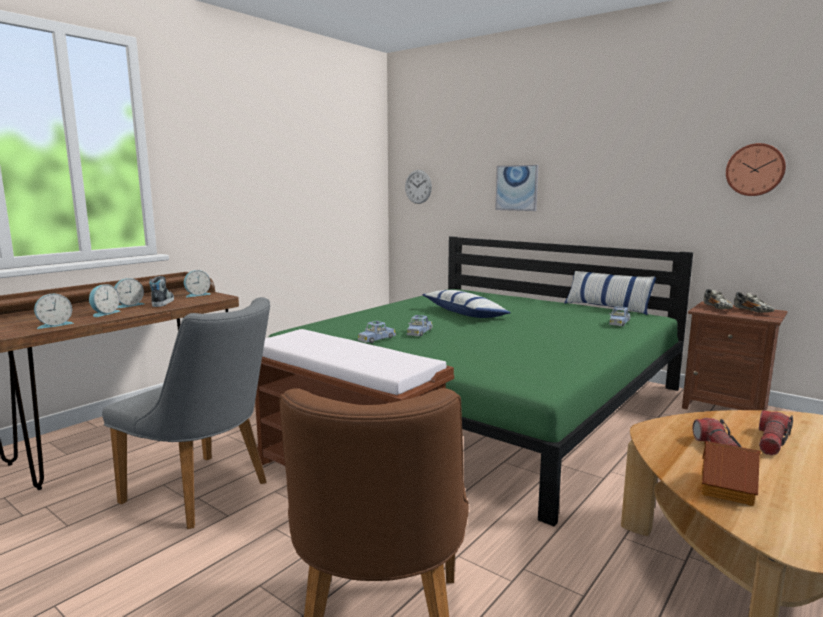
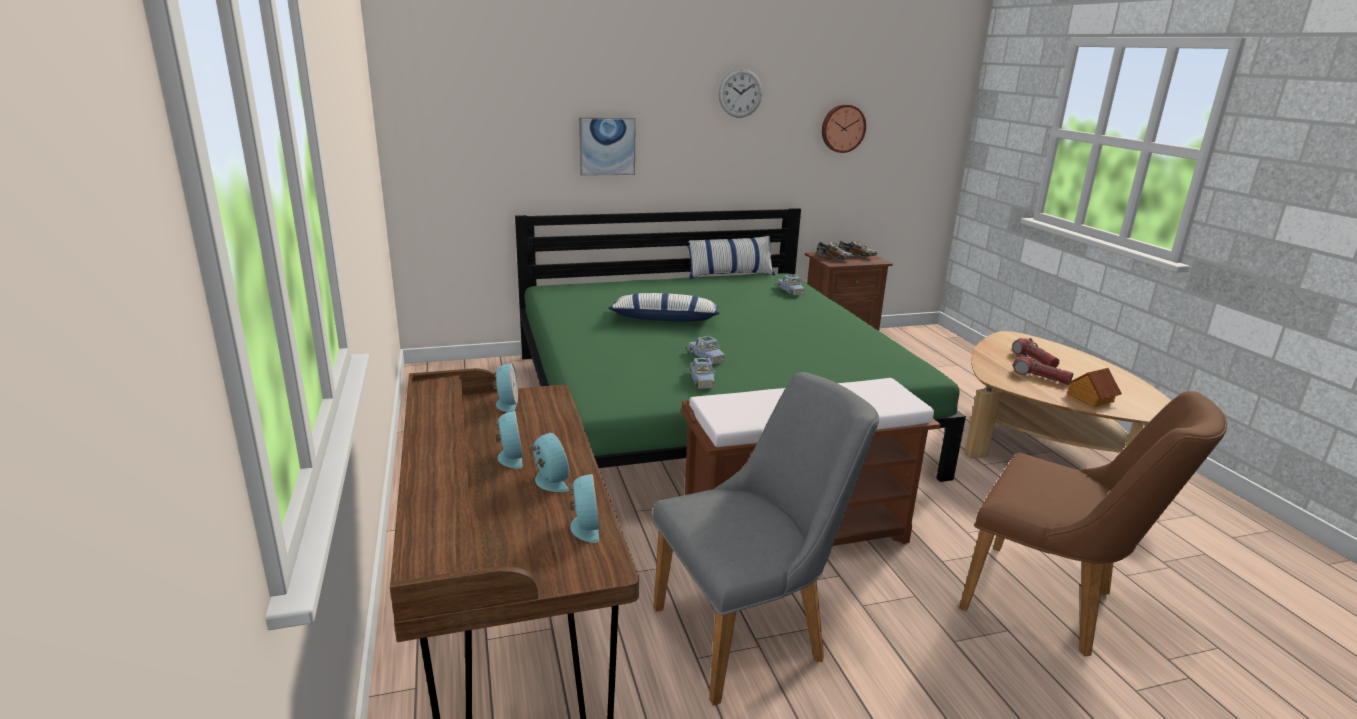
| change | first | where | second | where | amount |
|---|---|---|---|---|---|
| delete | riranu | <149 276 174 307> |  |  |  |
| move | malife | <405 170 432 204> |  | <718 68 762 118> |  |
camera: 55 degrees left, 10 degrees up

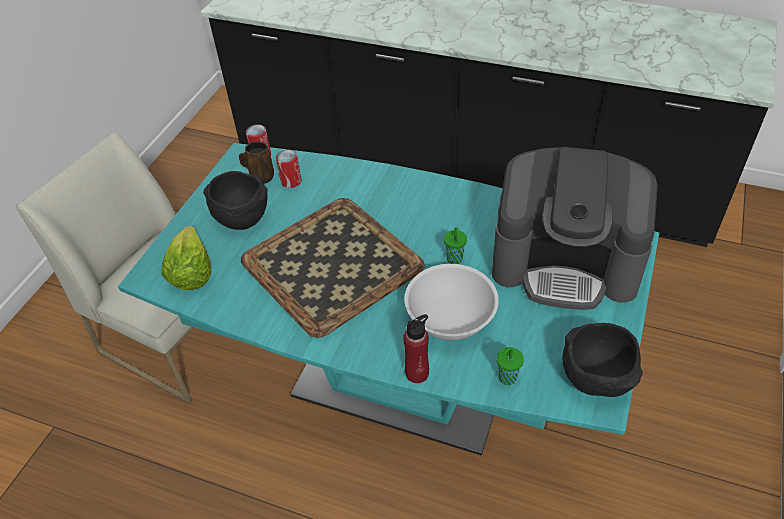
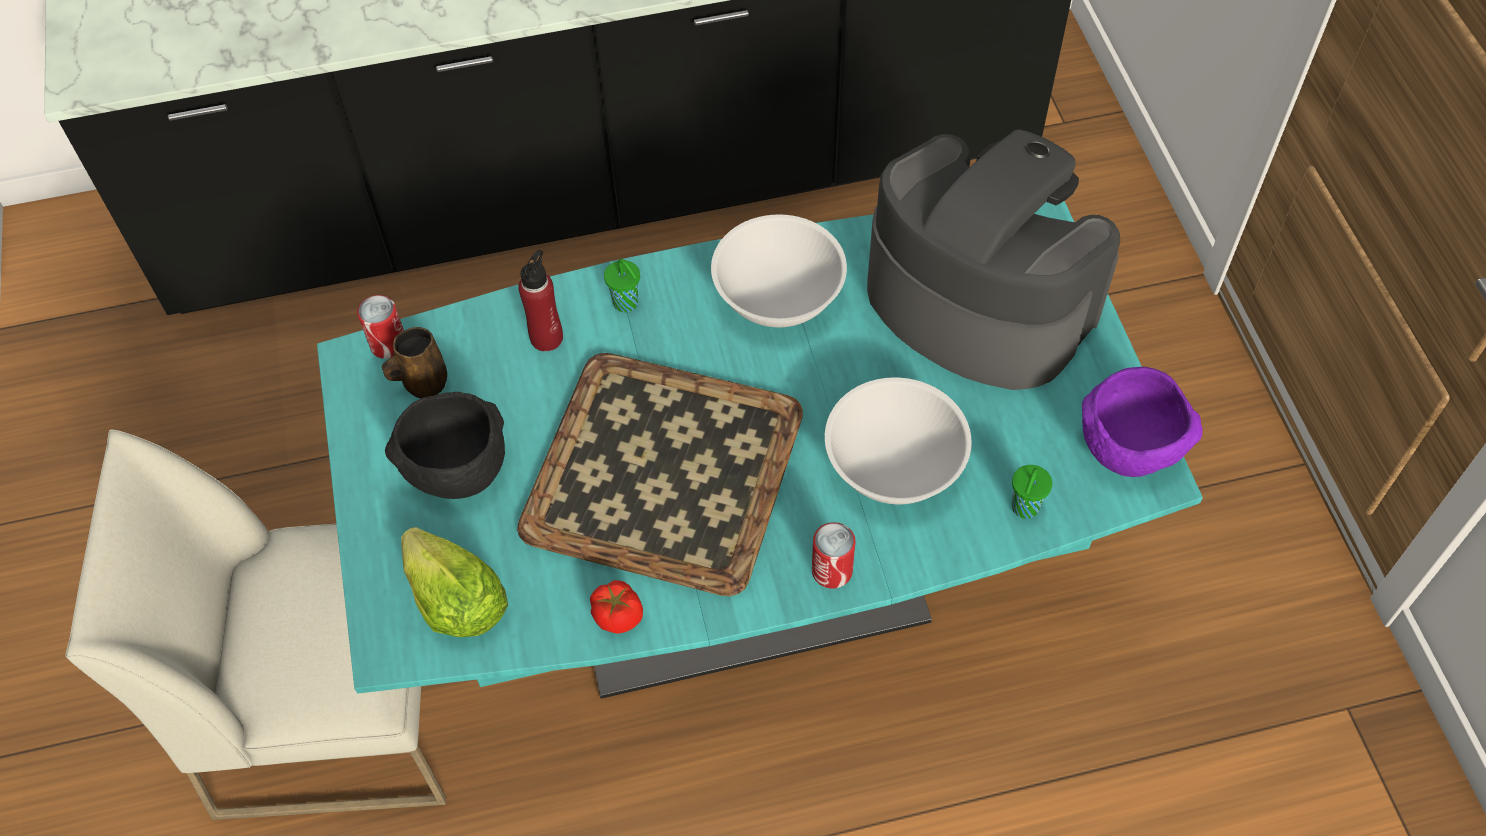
| change | first | where | second | where | amount |
|---|---|---|---|---|---|
| move | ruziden | <276 150 301 188> |  | <812 522 855 588> |  |
| move | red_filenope | <403 314 429 383> |  | <518 250 563 351> |  |
| move | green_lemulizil | <444 227 467 264> |  | <604 259 640 313> |  |
| rotate | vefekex | <492 147 658 310> |  | <867 129 1120 390> | 120 degrees counterclockwise |
| recolor | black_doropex | <562 323 643 397> | purple_doropex | <1082 367 1203 477> |  |
| insert |  |  | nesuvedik | <590 580 643 634> |  |
| insert |  |  | white_doropex | <711 214 847 328> |  |
camera: 35 degrees left, 10 degrees up

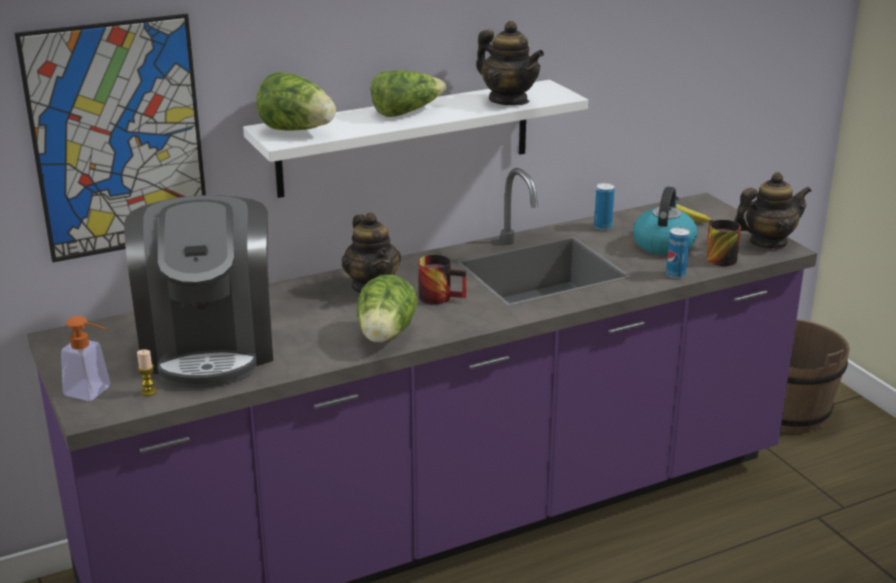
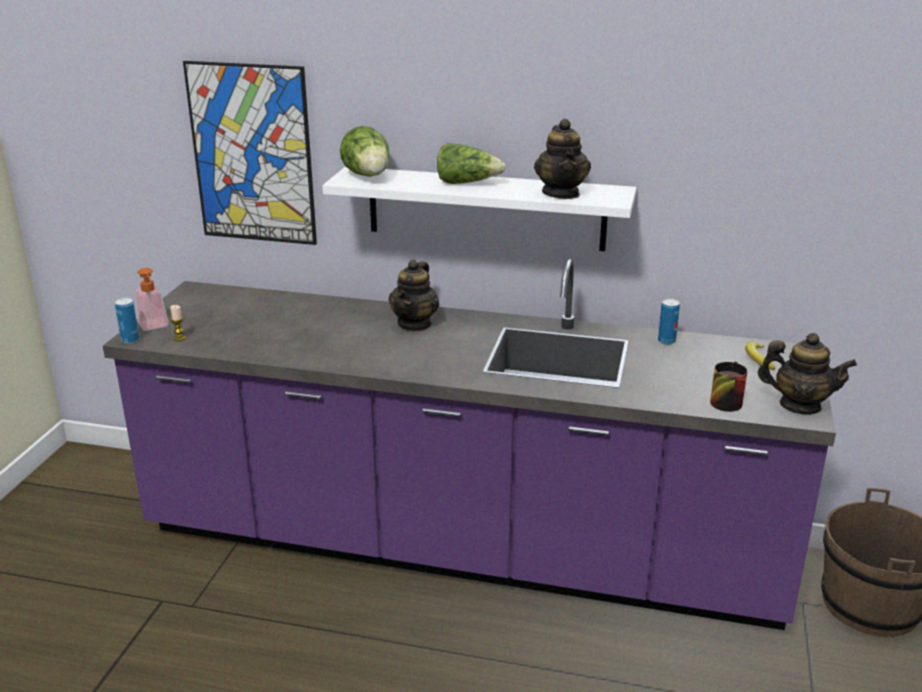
| change | first | where | second | where | amount |
|---|---|---|---|---|---|
| delete | vefekex | <124 195 273 388> |  |  |  |
| delete | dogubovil | <357 275 418 343> |  |  |  |
| delete | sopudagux | <418 255 467 305> |  |  |  |
| delete | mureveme | <633 186 697 255> |  |  |  |
| move | ruziden | <666 227 690 278> |  | <115 298 139 344> |  |
camera: 40 degrees right, 0 degrees up

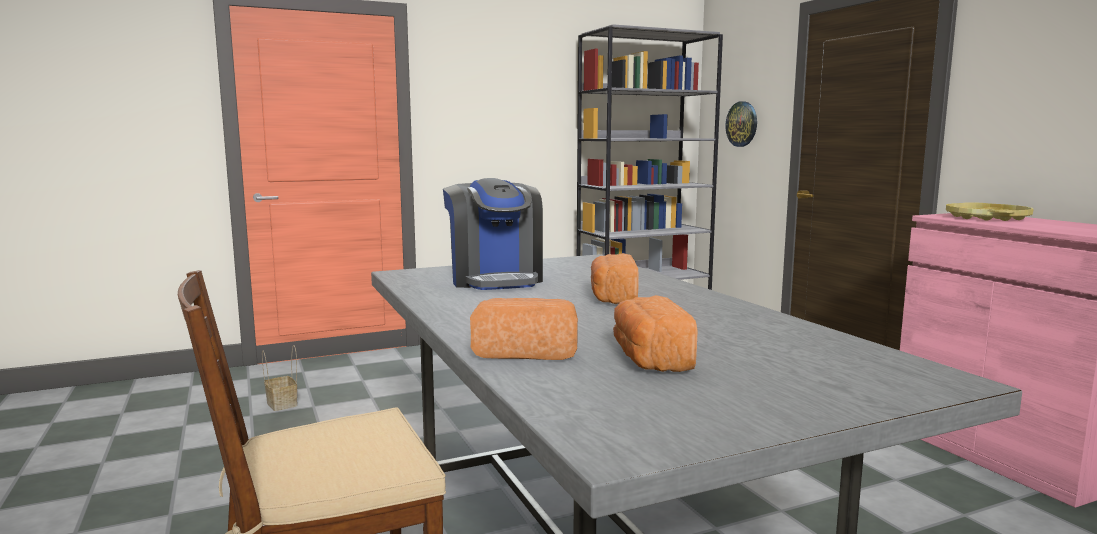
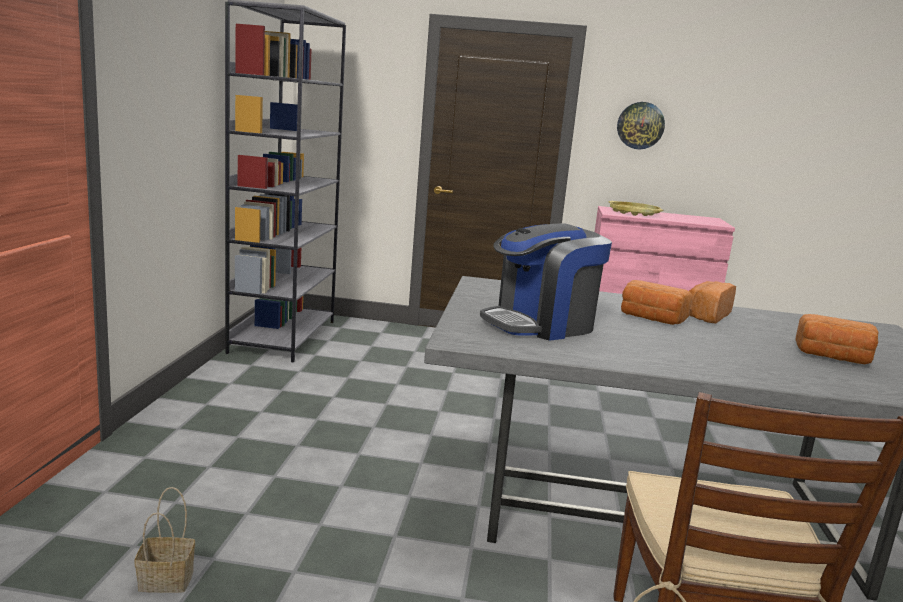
| change | first | where | second | where | amount |
|---|---|---|---|---|---|
| rotate | vefekex | <443 178 543 290> |  | <480 223 612 341> | 135 degrees clockwise |
| move | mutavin | <470 298 578 360> |  | <689 281 736 323> |  |
| move | malife | <725 101 757 147> |  | <617 102 665 149> |  |
camera: 60 degrees left, 5 degrees up

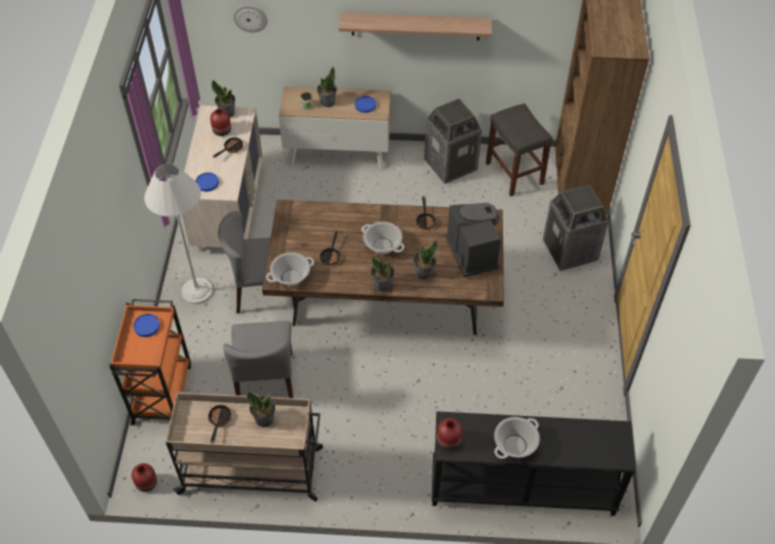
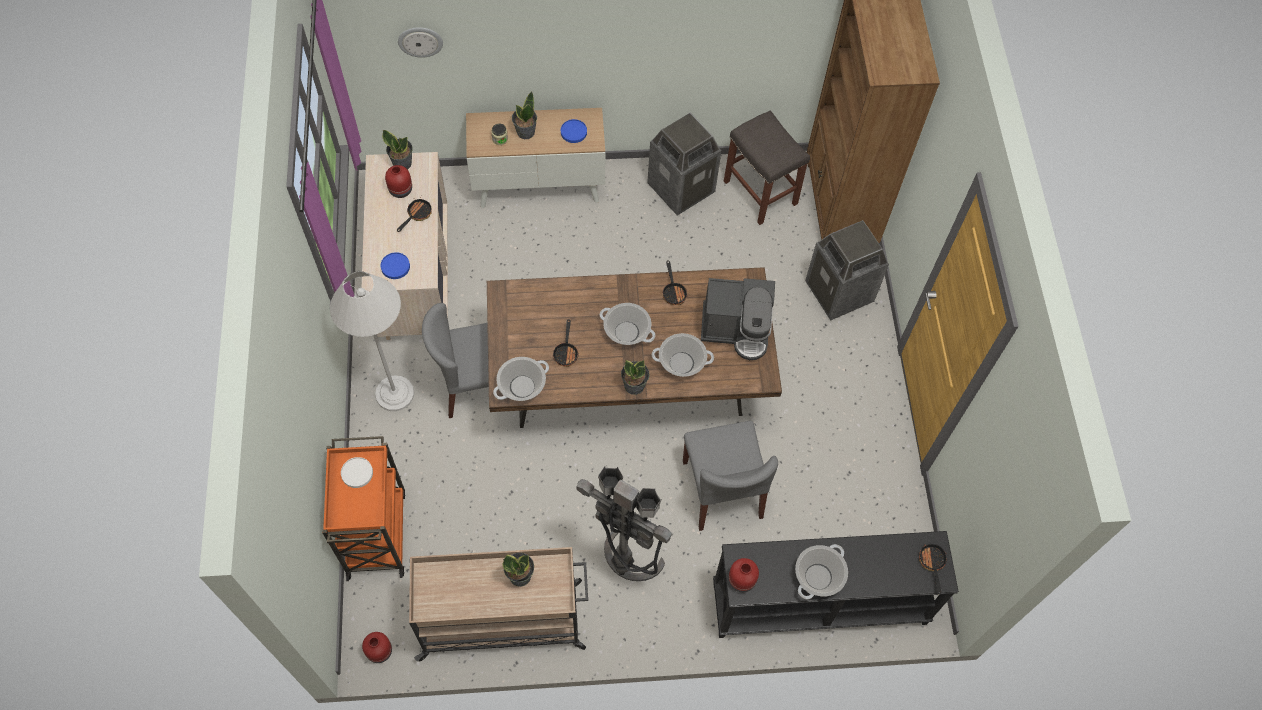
| change | first | where | second | where | amount |
|---|---|---|---|---|---|
| recolor | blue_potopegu | <133 314 160 337> | white_potopegu | <341 457 373 488> |  |
| move | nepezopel | <208 404 232 443> |  | <919 544 947 595> |  |
| move | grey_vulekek | <223 321 293 398> |  | <683 421 778 531> |  |
| delete | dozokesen | <339 12 492 40> |  |  |  |
| replace | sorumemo | <413 240 437 279> | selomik | <652 333 714 377> |  |
| rotate | vefekex | <445 203 501 277> |  | <701 278 775 360> | 120 degrees clockwise |
| insert |  |  | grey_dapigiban | <577 466 672 581> |  |
camera: 10 degrees left, 10 degrees up

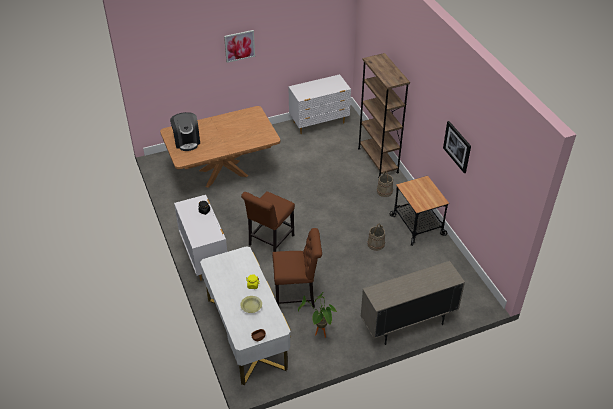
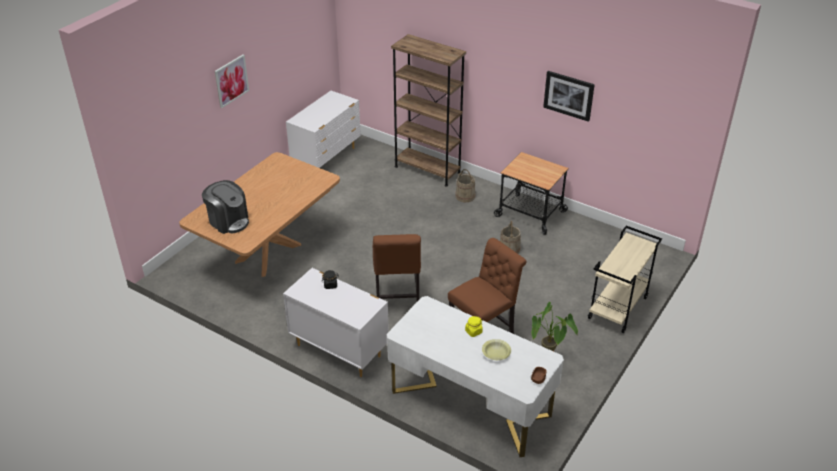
| change | first | where | second | where | amount |
|---|---|---|---|---|---|
| replace | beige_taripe | <361 261 465 345> | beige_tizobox | <588 226 662 333> |  |
camera: 35 degrees left, 5 degrees down

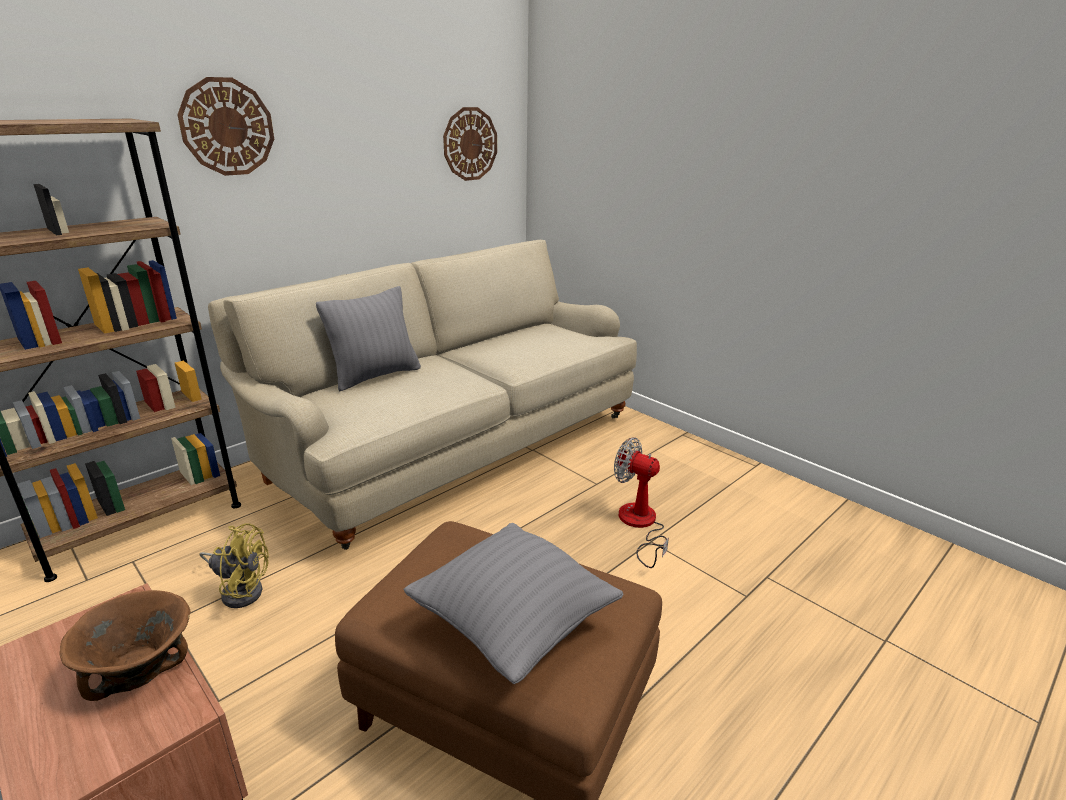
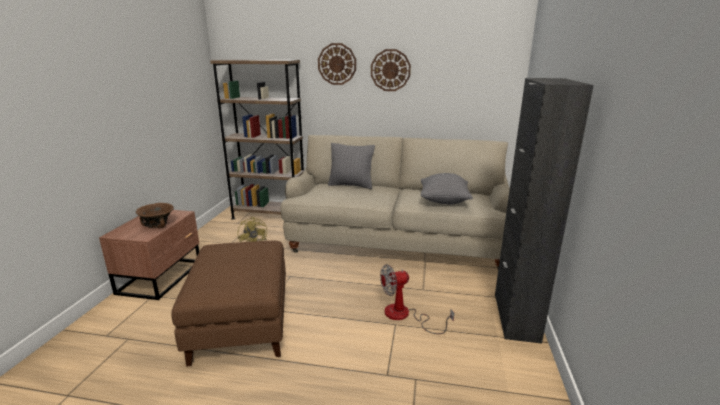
| change | first | where | second | where | amount |
|---|---|---|---|---|---|
| move | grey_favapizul | <403 523 624 684> |  | <420 173 473 205> |  |
| move | malife | <443 107 497 181> |  | <371 49 411 91> |  |
| rotate | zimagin | <614 437 669 568> |  | <380 264 454 334> | 105 degrees counterclockwise |
| insert |  |  | black_taripe | <495 78 594 344> |  |
camera: 55 degrees right, 5 degrees down

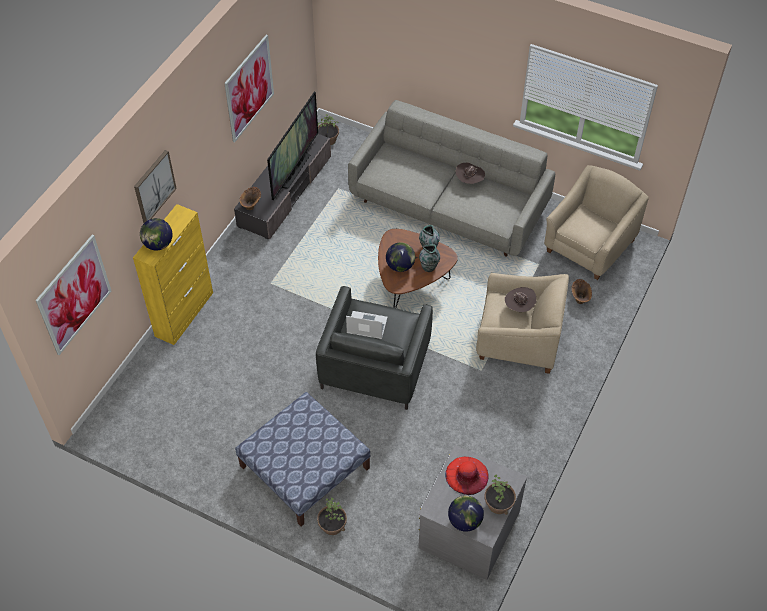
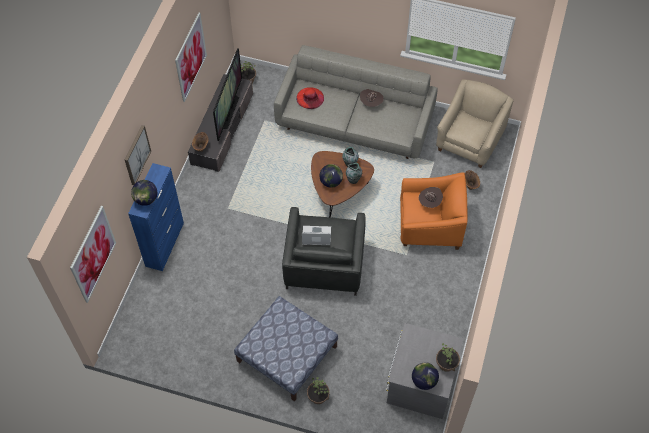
| change | first | where | second | where | amount |
|---|---|---|---|---|---|
| recolor | yellow_taripe | <133 204 213 345> | blue_taripe | <128 163 184 271> |  |
| move | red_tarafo | <445 457 489 495> |  | <296 87 324 109> |  |
| recolor | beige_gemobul | <476 273 569 374> | orange_gemobul | <400 172 467 250> |  |
camera: 10 degrees left, 5 degrees up

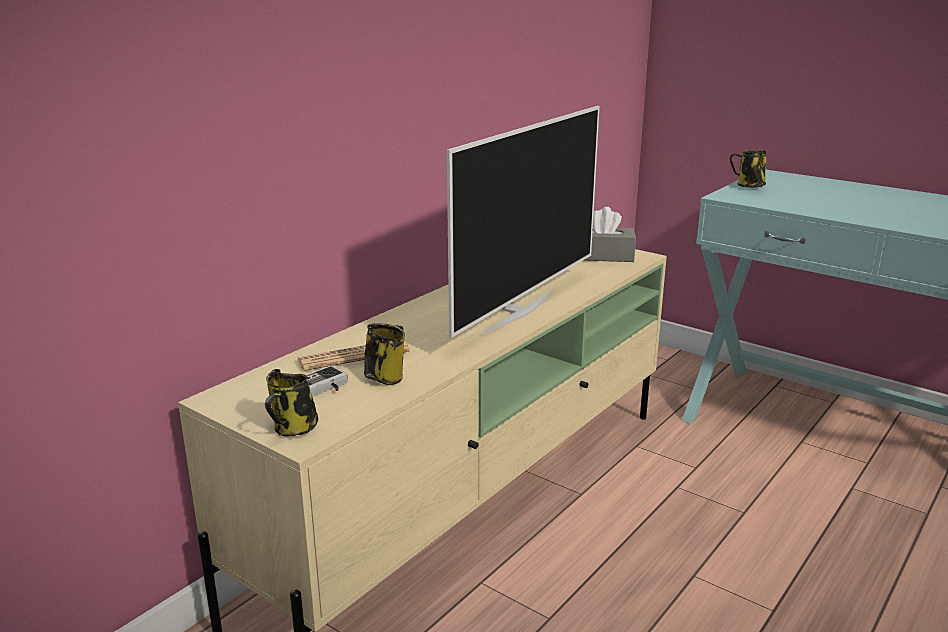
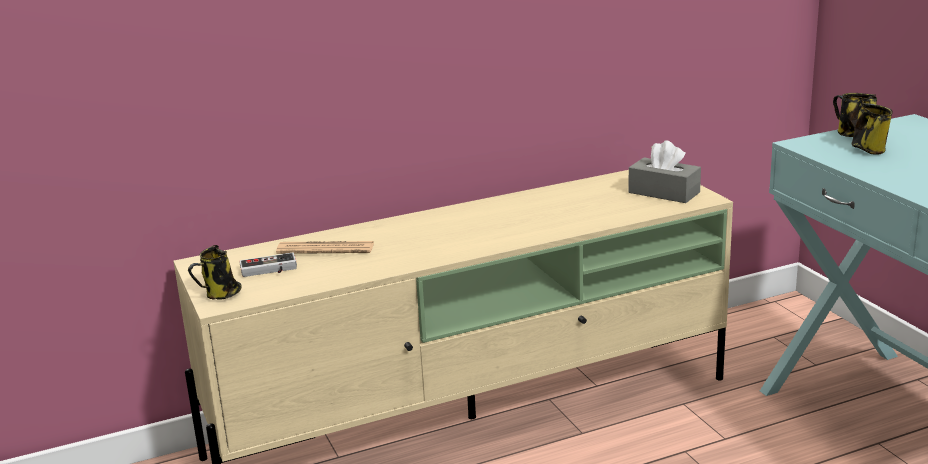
| change | first | where | second | where | amount |
|---|---|---|---|---|---|
| move | sopudagux | <364 323 405 385> |  | <851 103 893 155> |  |
| delete | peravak | <447 106 600 338> |  |  |  |
camera: 30 degrees right, 0 degrees up

